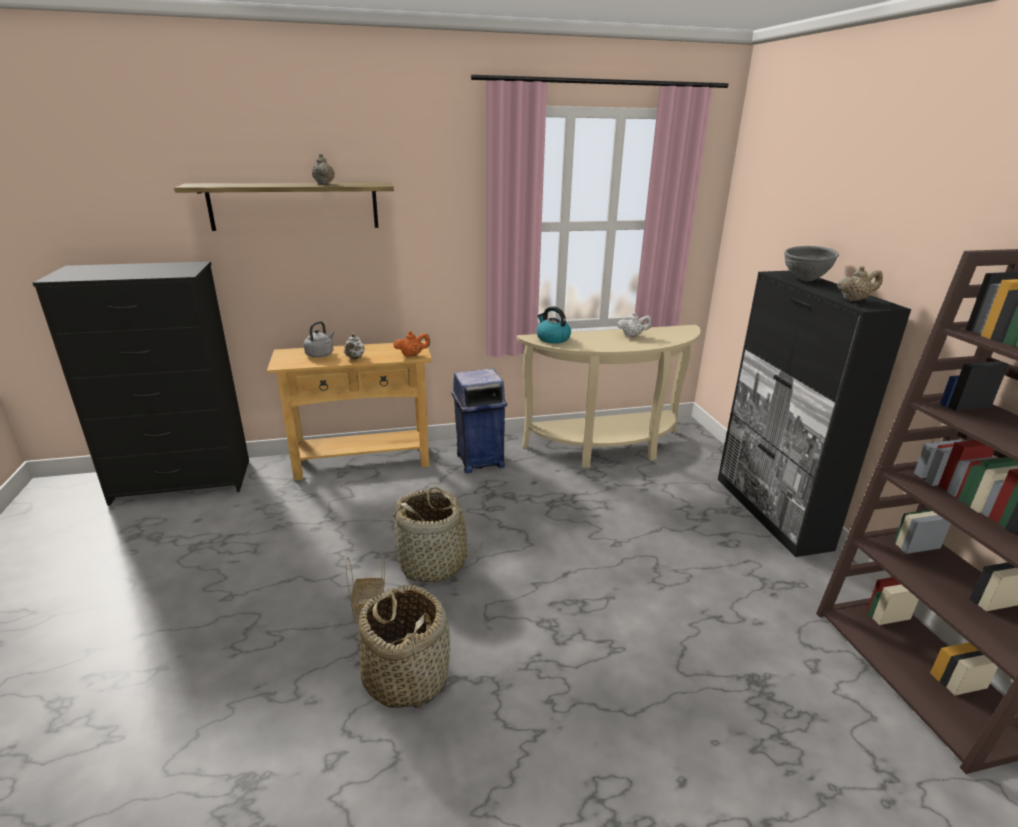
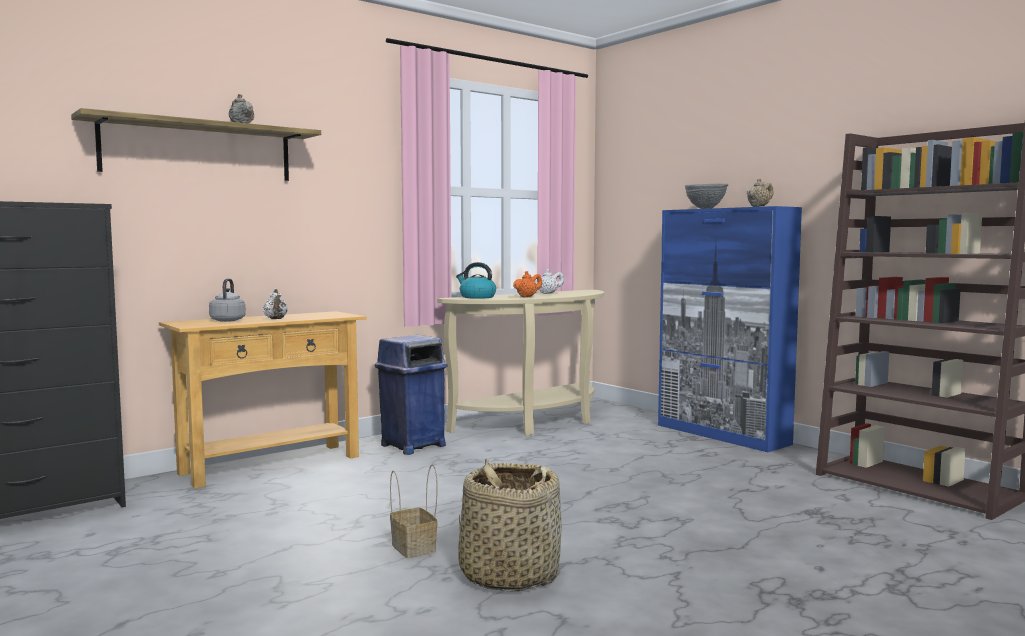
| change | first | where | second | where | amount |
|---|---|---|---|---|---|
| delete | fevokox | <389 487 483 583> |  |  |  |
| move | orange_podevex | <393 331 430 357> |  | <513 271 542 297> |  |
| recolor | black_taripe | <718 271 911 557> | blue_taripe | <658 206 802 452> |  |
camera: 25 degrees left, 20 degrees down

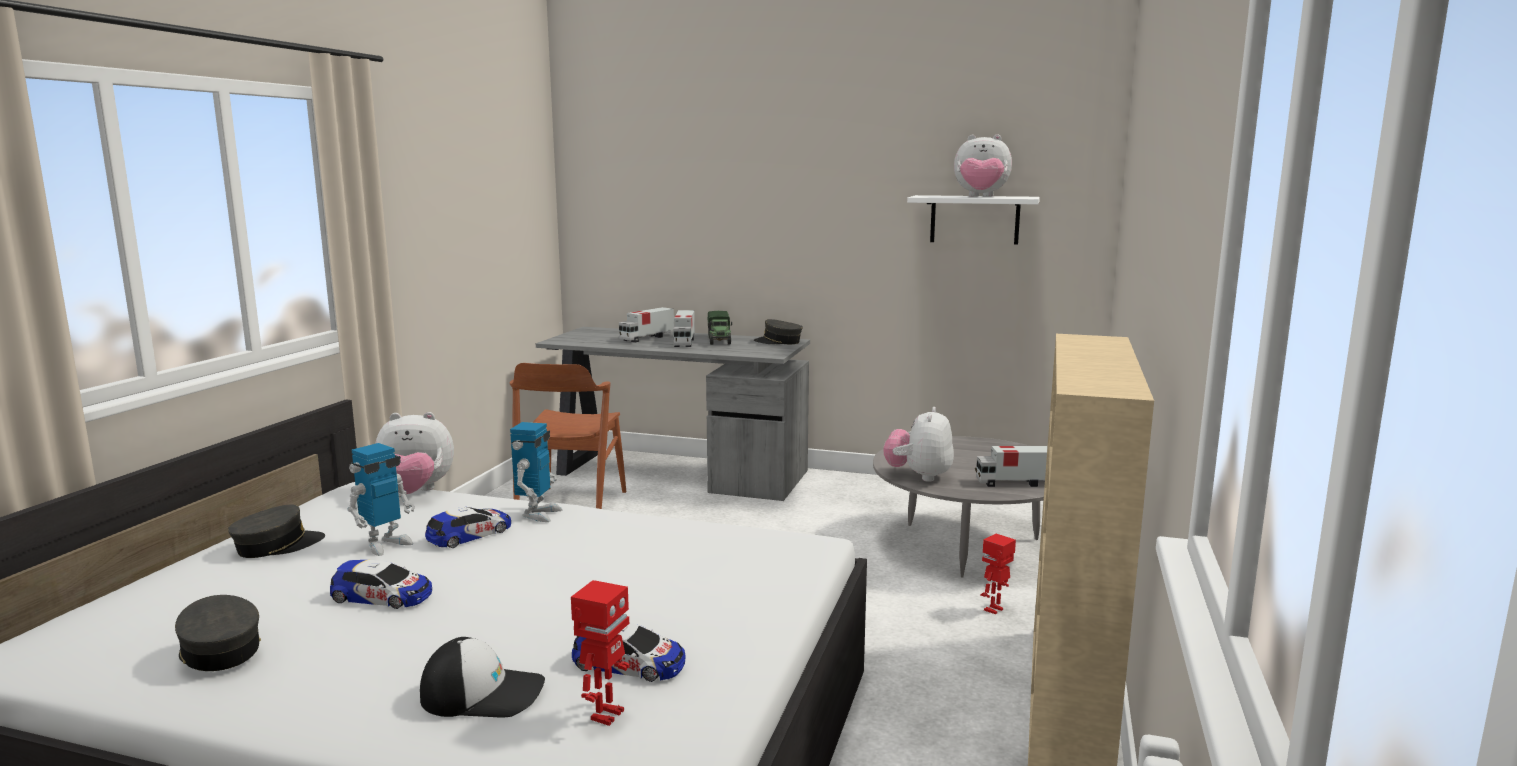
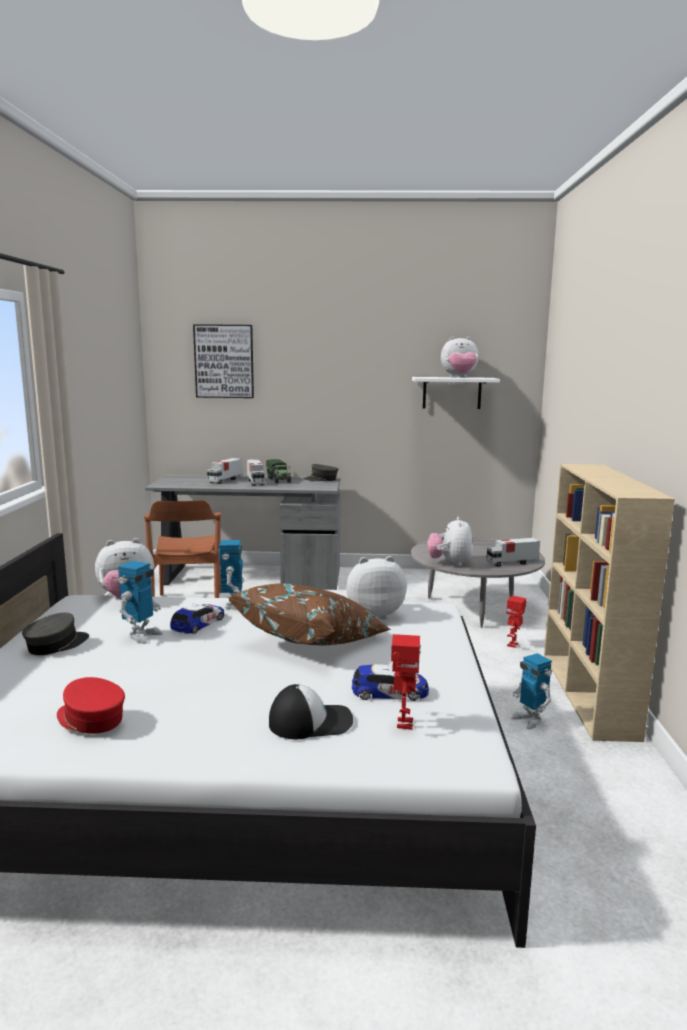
| change | first | where | second | where | amount |
|---|---|---|---|---|---|
| recolor | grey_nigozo | <175 595 261 671> | red_nigozo | <57 677 125 734> |  |
| delete | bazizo | <330 560 432 609> |  |  |  |
| insert |  |  | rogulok | <193 324 254 398> |  |
| insert |  |  | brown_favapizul | <228 583 391 645> |  |
| insert |  |  | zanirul | <346 556 407 619> |  |
| insert |  |  | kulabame | <512 653 552 730> |  |
camera: 15 degrees left, 0 degrees up

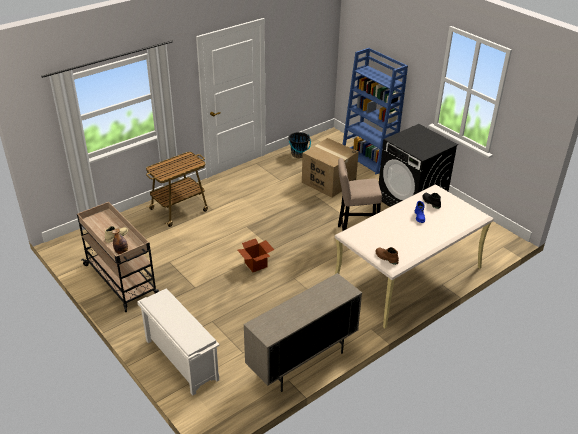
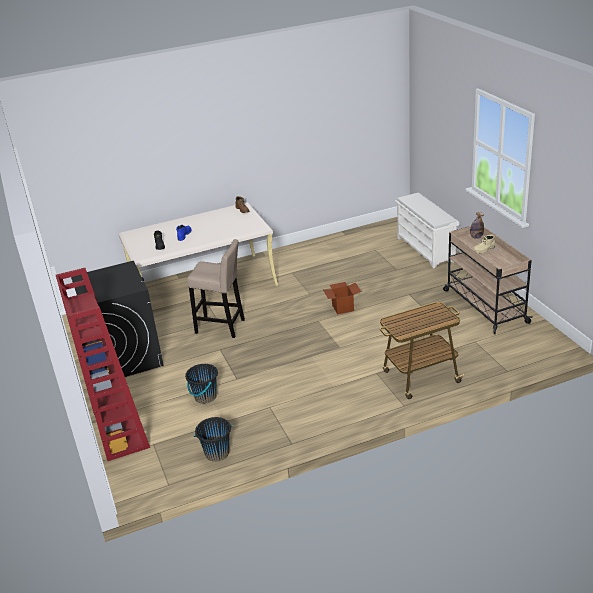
| change | first | where | second | where | amount |
|---|---|---|---|---|---|
| delete | beige_taripe | <244 273 362 392> |  |  |  |
| replace | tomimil | <302 138 359 197> | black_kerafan | <185 364 218 404> |  |
| recolor | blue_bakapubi | <343 48 408 174> | red_bakapubi | <56 268 150 461> |  |
camera: 160 degrees left, 5 degrees down

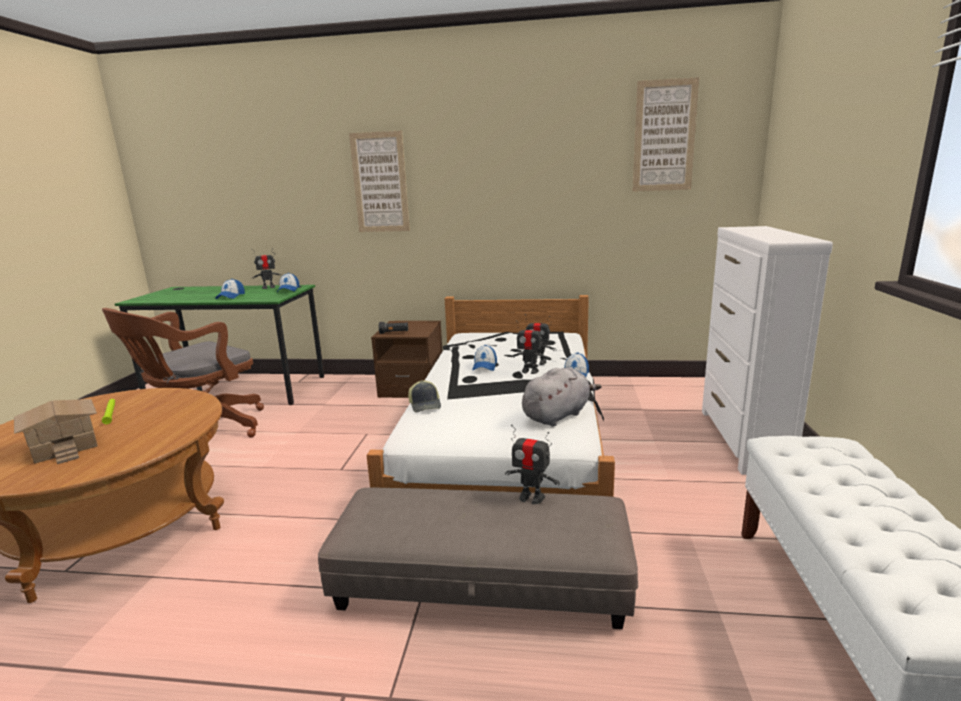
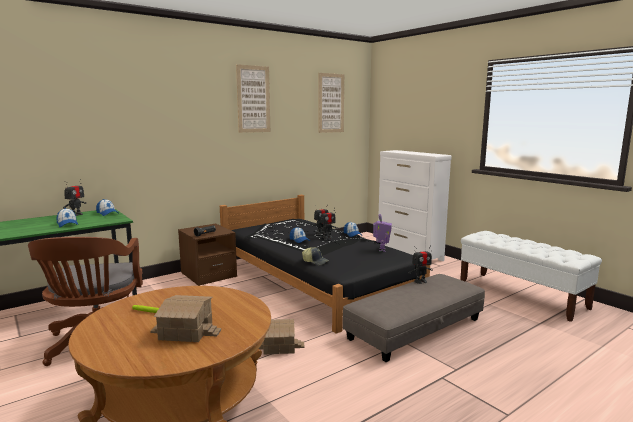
| change | first | where | second | where | amount |
|---|---|---|---|---|---|
| move | rogulok | <349 131 410 232> |  | <236 64 270 133> |  |
| recolor | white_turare | <366 295 615 497> | black_turare | <220 195 430 334> |  |
| replace | grey_zanirul | <522 368 602 426> | kulabame | <373 214 392 252> |  |
| insert |  |  | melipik | <259 319 305 354> |  |
camera: 45 degrees left, 5 degrees down

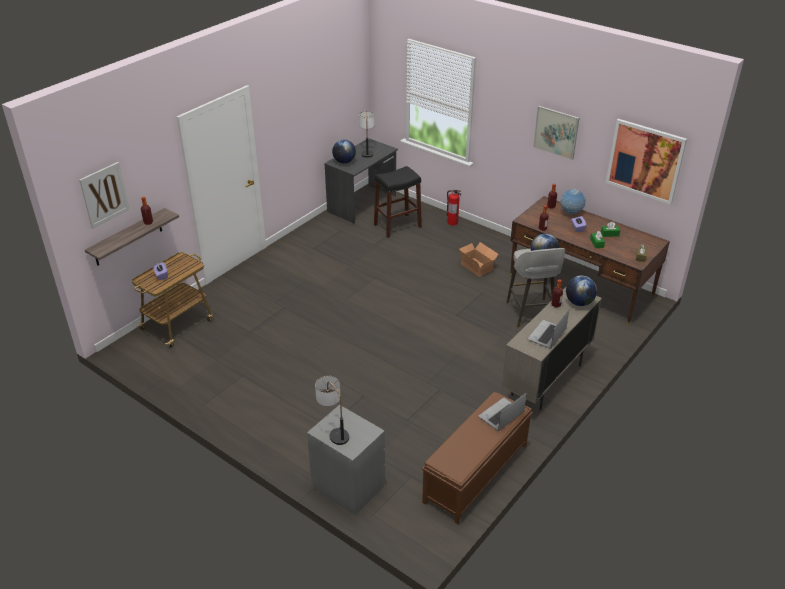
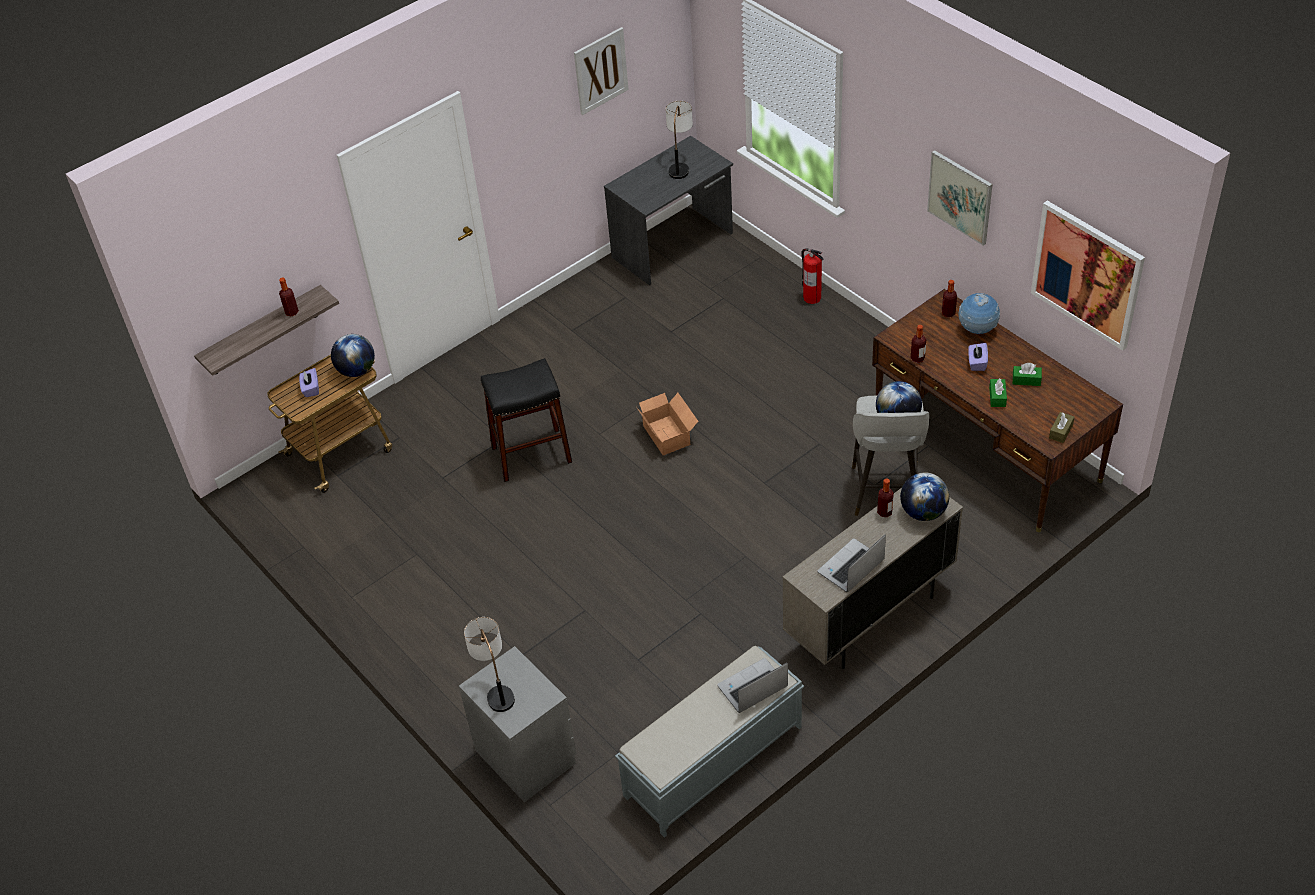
| change | first | where | second | where | amount |
|---|---|---|---|---|---|
| move | rogulok | <79 162 130 228> |  | <574 27 628 115> |  |
| move | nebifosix | <332 139 356 163> |  | <331 334 375 377> |  |
| move | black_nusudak | <374 166 422 238> |  | <481 358 572 482> |  |
| recolor | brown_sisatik | <422 392 533 525> | grey_sisatik | <615 646 804 838> |  |
| move | tomimil | <459 242 499 277> |  | <636 393 698 455> |  |
camera: 15 degrees right, 10 degrees up

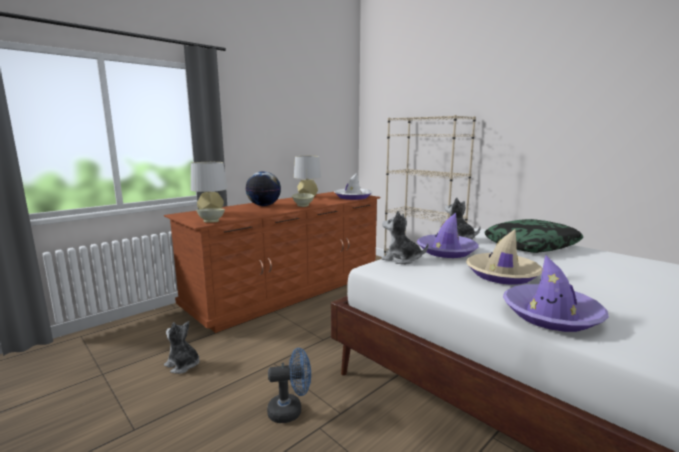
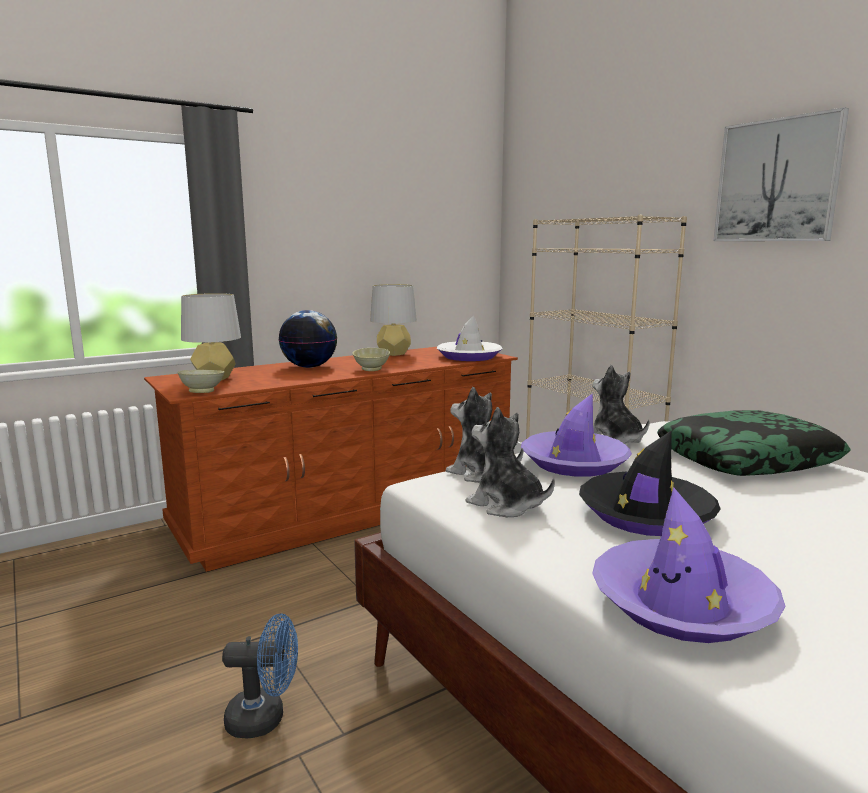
| change | first | where | second | where | amount |
|---|---|---|---|---|---|
| move | zanirul | <164 321 200 374> |  | <466 407 555 517> |  |
| recolor | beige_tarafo | <466 229 543 285> | black_tarafo | <579 431 721 536> |  |
| insert |  |  | rogulok | <713 107 849 241> |  |
camera: 10 degrees right, 0 degrees up

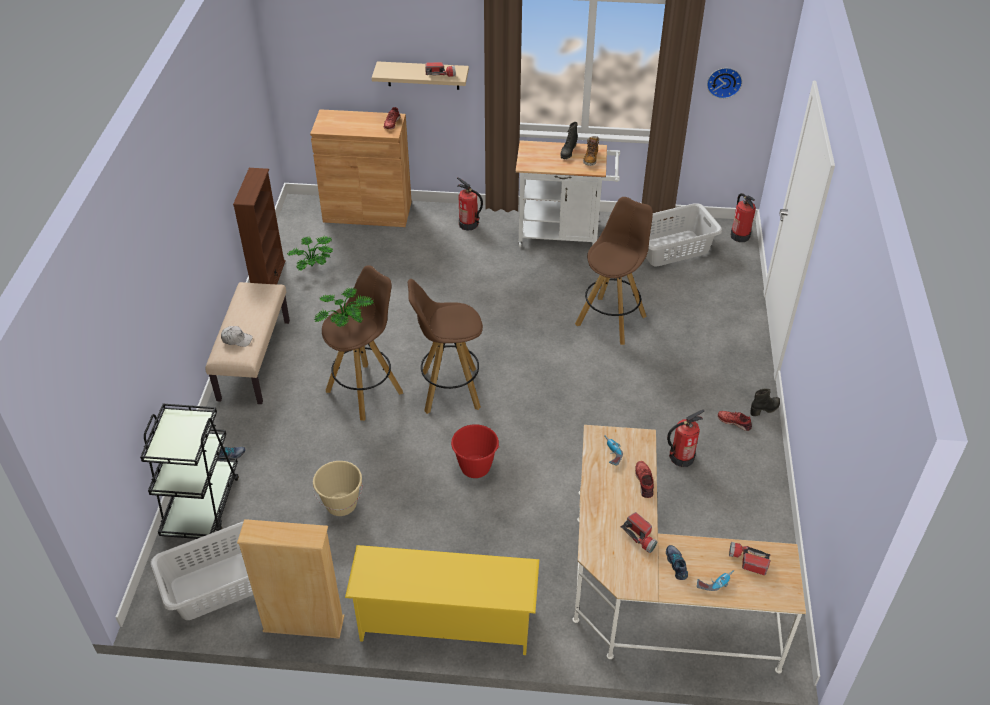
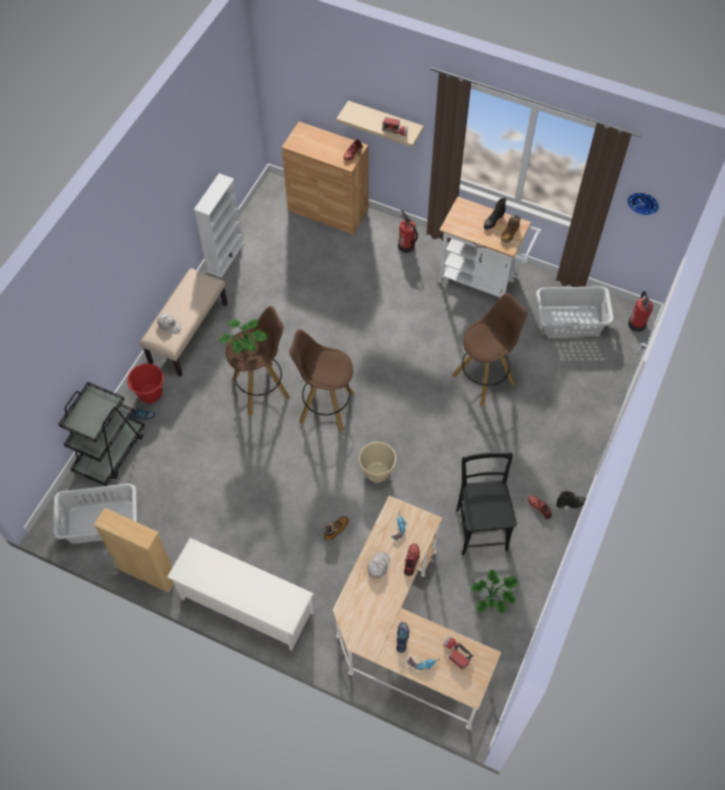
| change | first | where | second | where | amount |
|---|---|---|---|---|---|
| recolor | brown_bakapubi | <233 168 285 284> | white_bakapubi | <194 173 245 278> |  |
| move | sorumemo | <287 236 333 271> |  | <470 570 518 613> |  |
| move | beige_kerafan | <312 461 362 516> |  | <358 442 397 483> |  |
| recolor | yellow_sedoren | <345 545 539 655> | white_sedoren | <167 538 314 651> |  |
| move | red_kerafan | <451 424 500 478> |  | <127 363 165 403> |  |
| delete | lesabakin | <621 512 657 553> |  |  |  |
| replace | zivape | <667 409 704 467> | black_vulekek | <456 452 517 555> |  |
| insert |  |  | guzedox | <324 516 349 541> |  |
| insert |  |  | white_nigozo | <368 552 390 578> |  |
camera: 20 degrees right, 15 degrees up

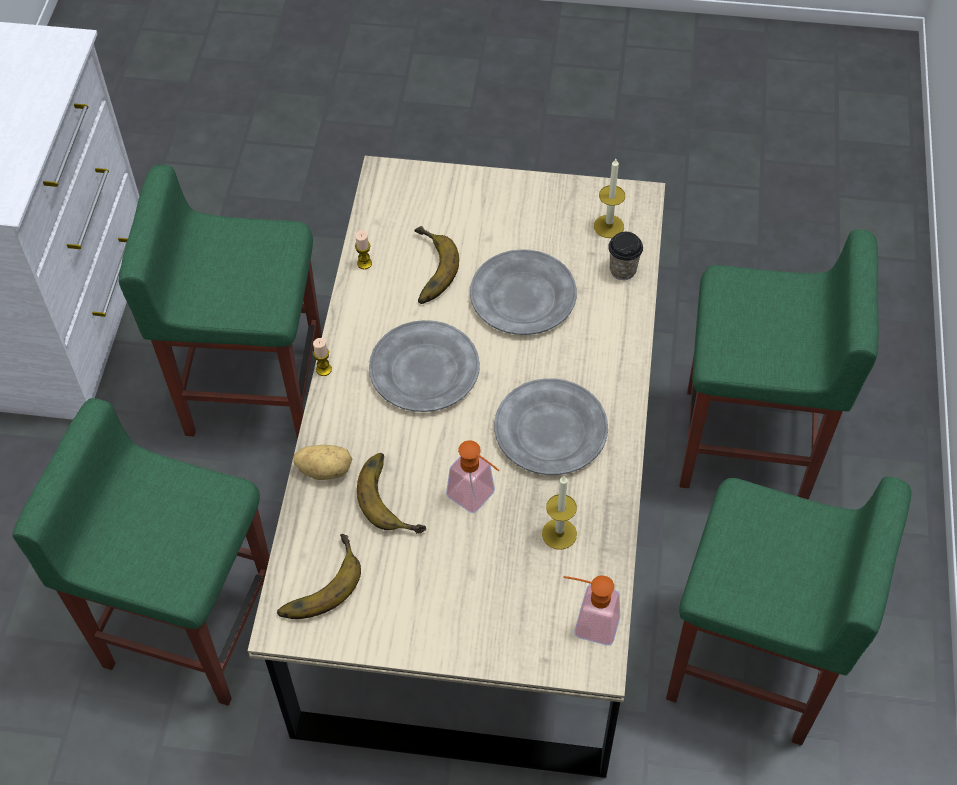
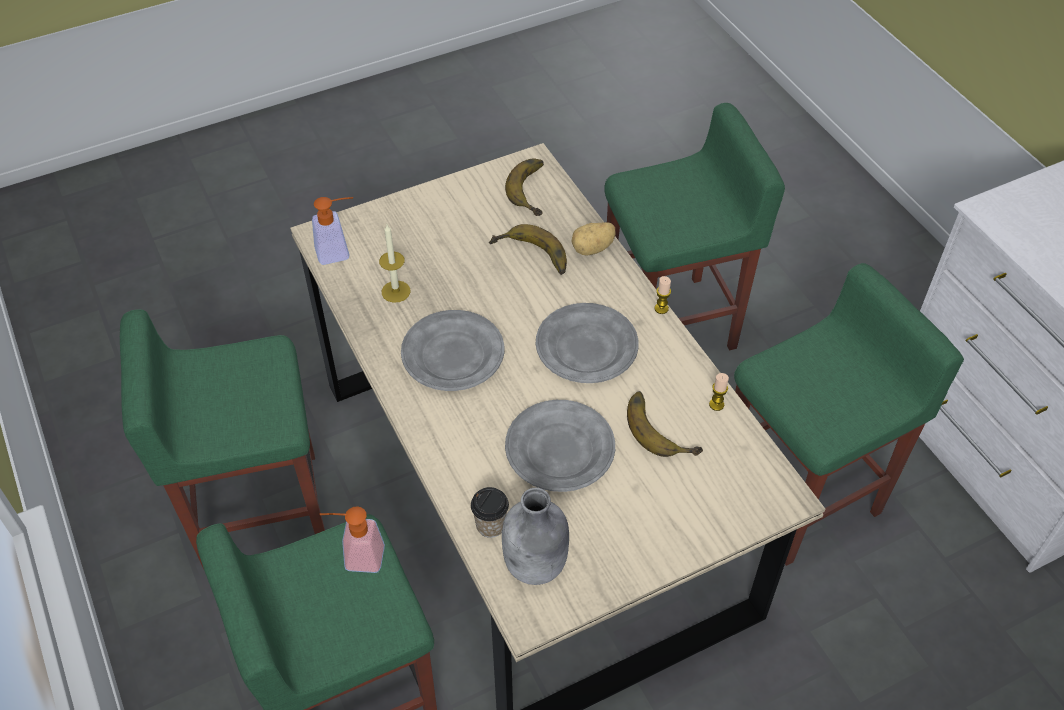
| change | first | where | second | where | amount |
|---|---|---|---|---|---|
| move | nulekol | <446 440 499 513> |  | <320 506 385 573> |  |
| replace | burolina | <594 159 625 238> | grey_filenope | <502 488 569 585> |  |
camera: 145 degrees right, 5 degrees down

